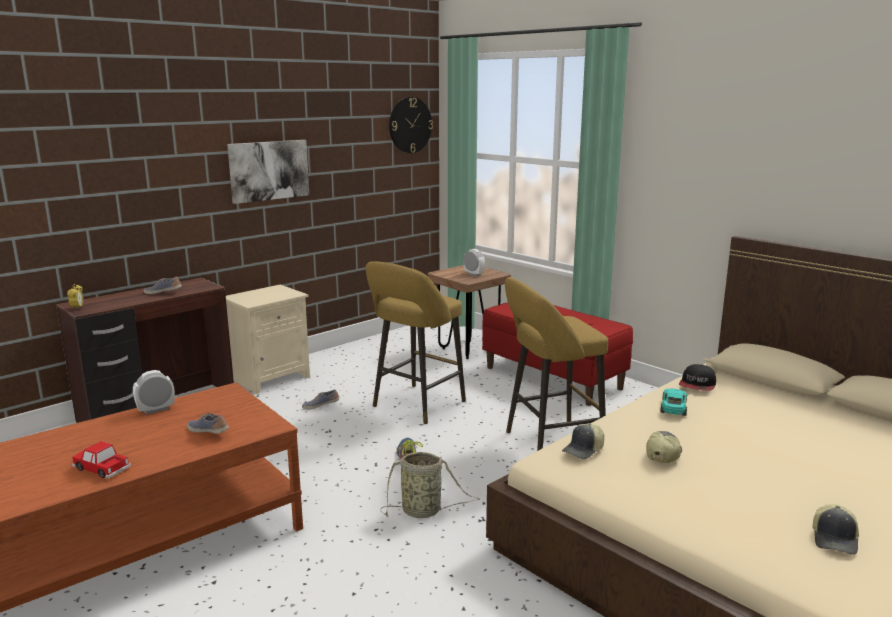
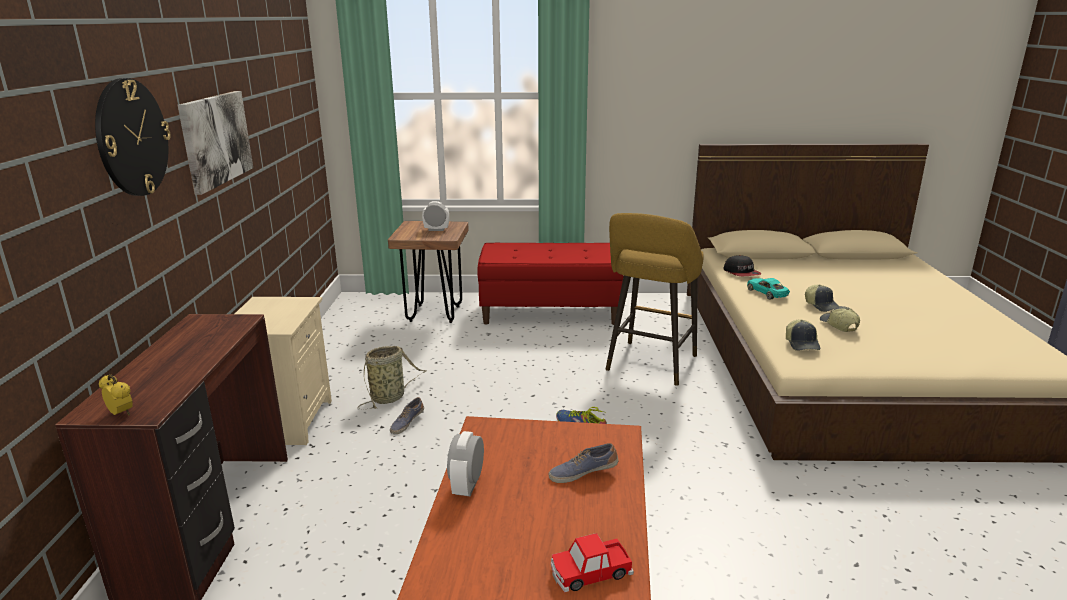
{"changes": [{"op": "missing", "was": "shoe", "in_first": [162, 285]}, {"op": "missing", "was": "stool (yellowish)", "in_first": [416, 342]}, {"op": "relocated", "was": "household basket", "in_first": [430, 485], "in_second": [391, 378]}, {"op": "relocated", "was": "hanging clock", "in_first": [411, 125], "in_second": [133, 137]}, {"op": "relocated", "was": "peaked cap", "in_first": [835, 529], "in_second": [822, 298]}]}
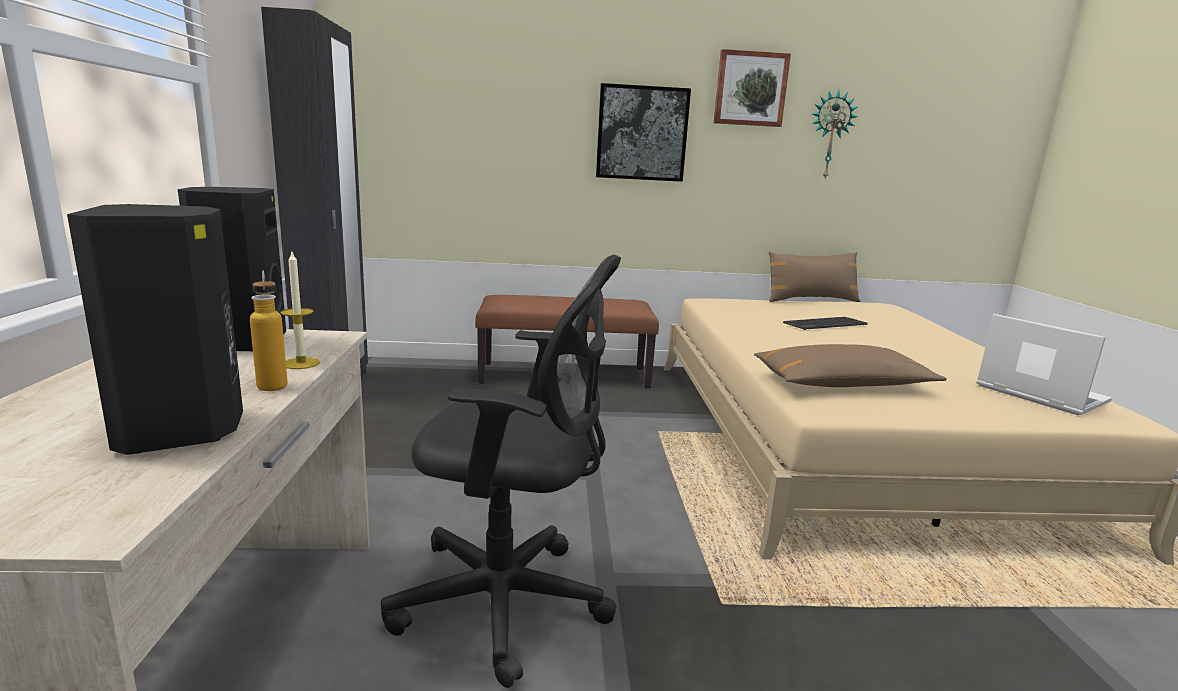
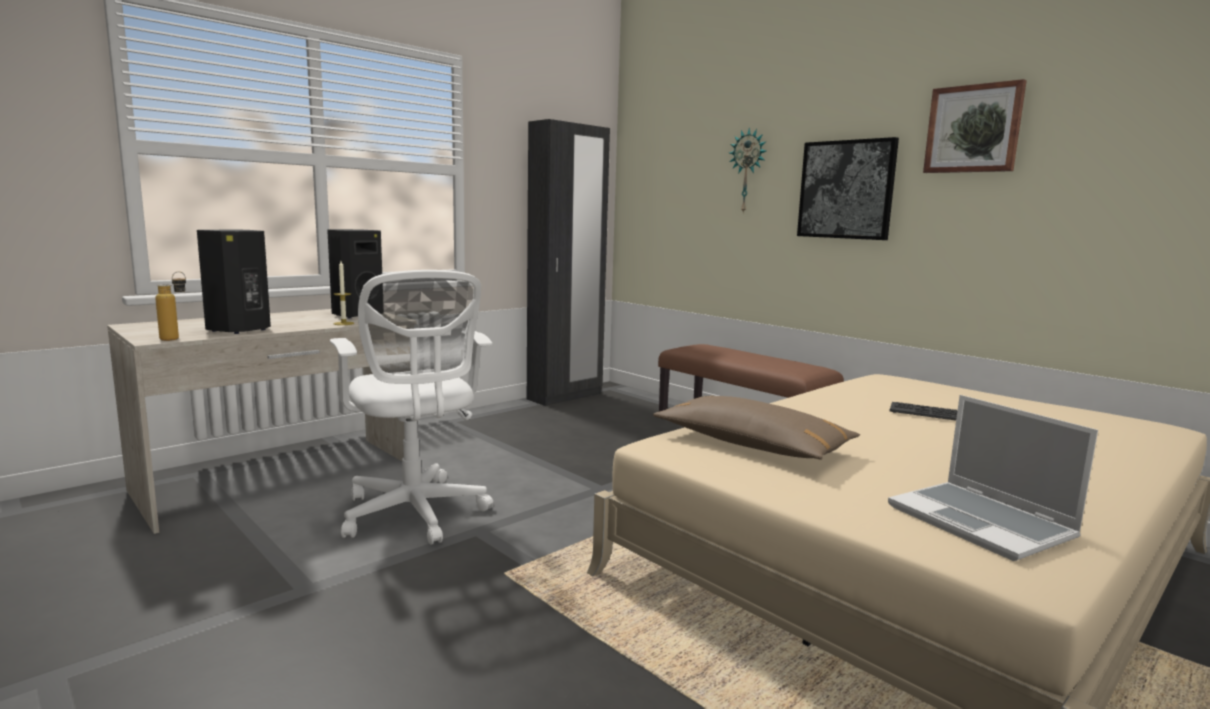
{"changes": [{"op": "relocated", "was": "bottle", "in_first": [268, 331], "in_second": [170, 306]}, {"op": "colour", "was": "desk chair (blackish)", "now": "desk chair (white-coloured)", "in_first": [501, 471], "in_second": [412, 407]}, {"op": "missing", "was": "cushion (brownish)", "in_first": [814, 277]}, {"op": "relocated", "was": "hanging clock", "in_first": [835, 134], "in_second": [748, 170]}, {"op": "spun", "was": "laptop", "in_first": [1044, 364], "in_second": [993, 478], "clockwise": 135}]}
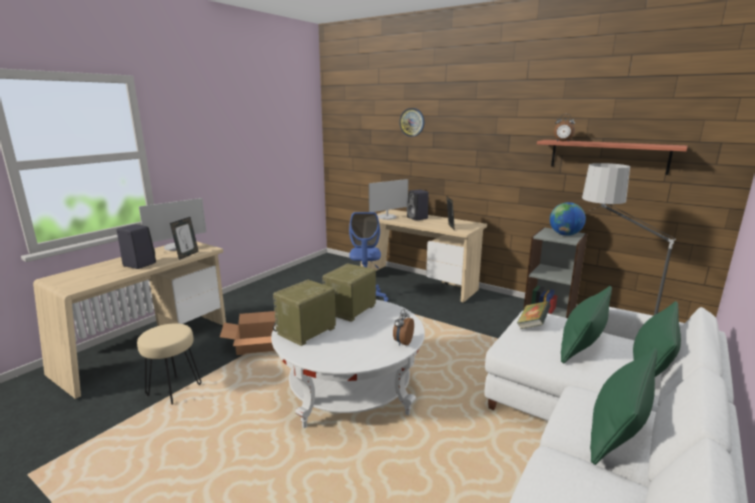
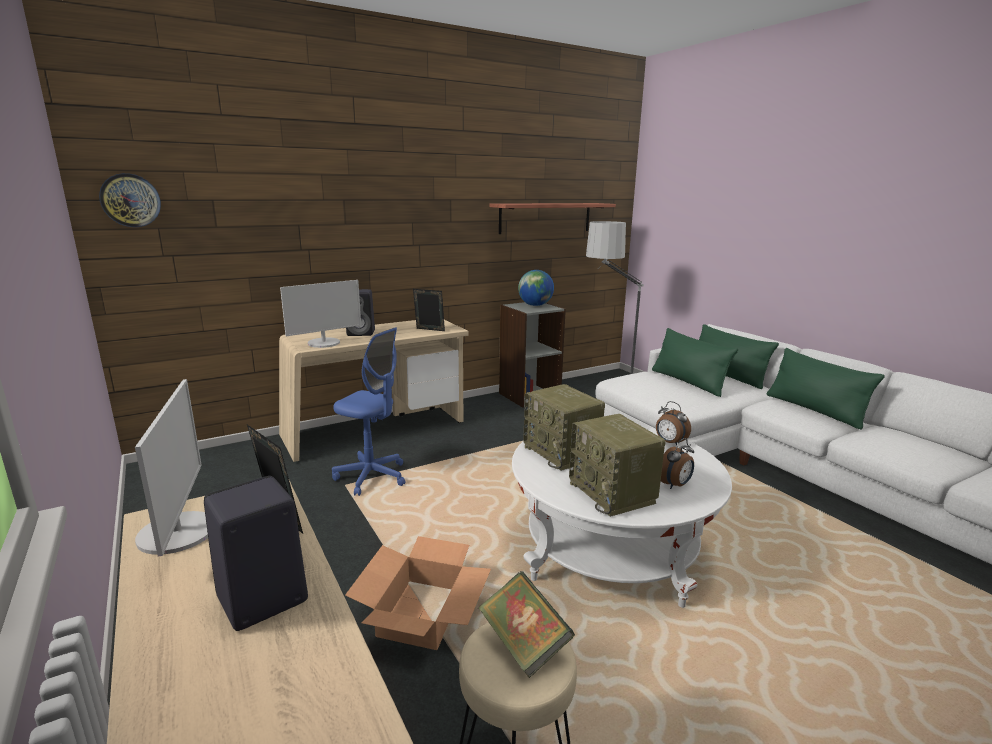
{"changes": [{"op": "spun", "was": "monitor", "in_first": [388, 199], "in_second": [320, 314], "clockwise": 60}, {"op": "relocated", "was": "hanging clock", "in_first": [411, 122], "in_second": [130, 200]}, {"op": "relocated", "was": "bound book", "in_first": [534, 315], "in_second": [526, 624]}, {"op": "relocated", "was": "bedside clock", "in_first": [564, 128], "in_second": [677, 463]}]}
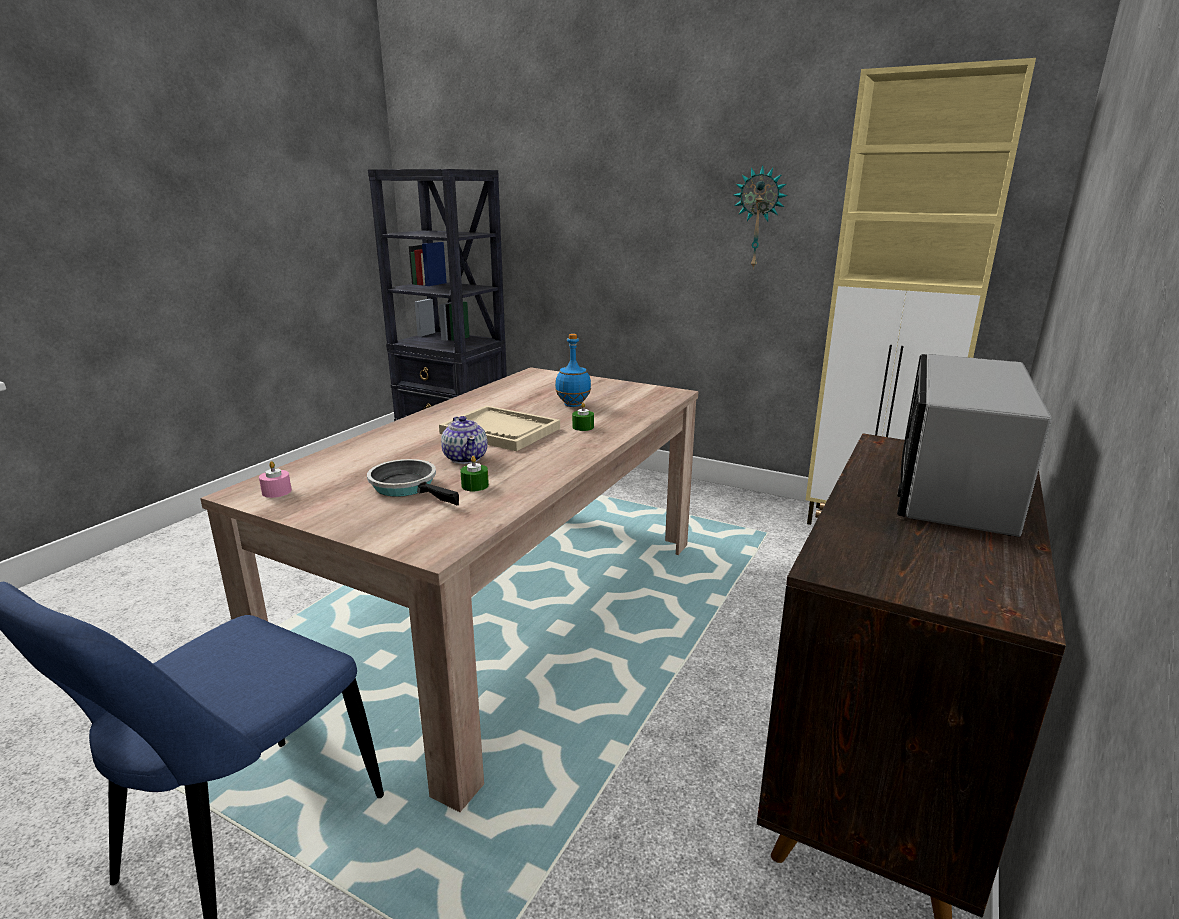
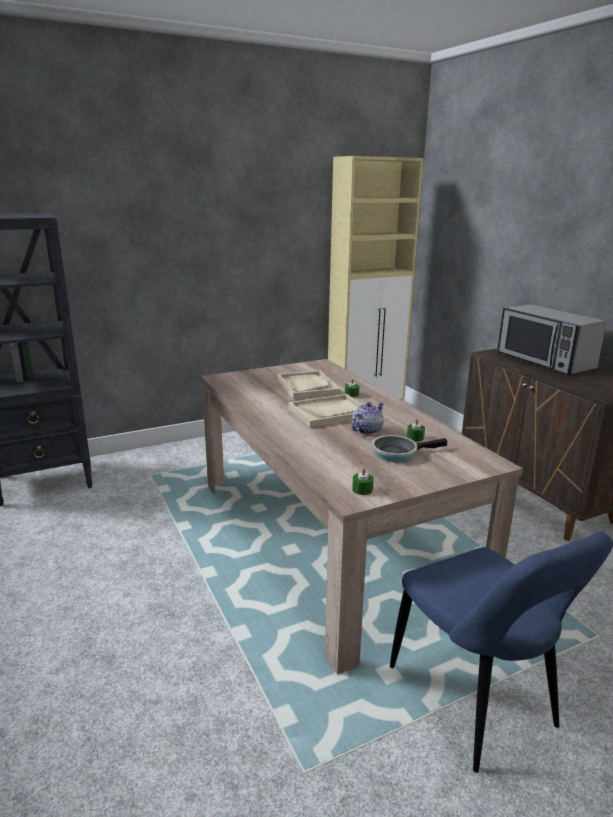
{"changes": [{"op": "colour", "was": "candle (pinkish)", "now": "candle (greenish)", "in_first": [275, 479], "in_second": [363, 481]}, {"op": "spun", "was": "pot for tea", "in_first": [464, 440], "in_second": [367, 418], "clockwise": -60}, {"op": "exchanged", "was": "bottle (blue)", "now": "tray (beige-coloured)", "in_first": [573, 370], "in_second": [308, 384]}, {"op": "missing", "was": "hanging clock", "in_first": [761, 217]}]}
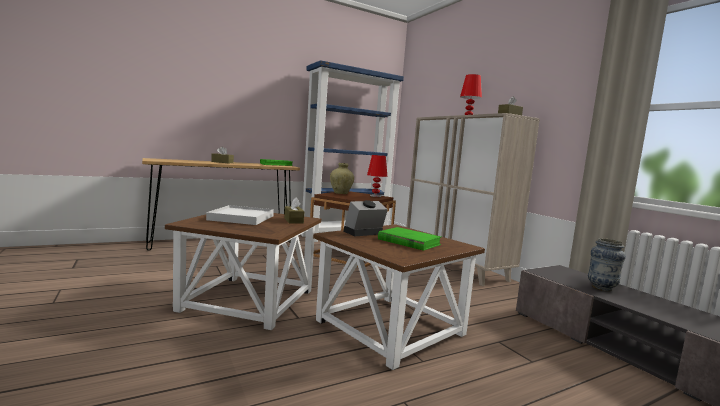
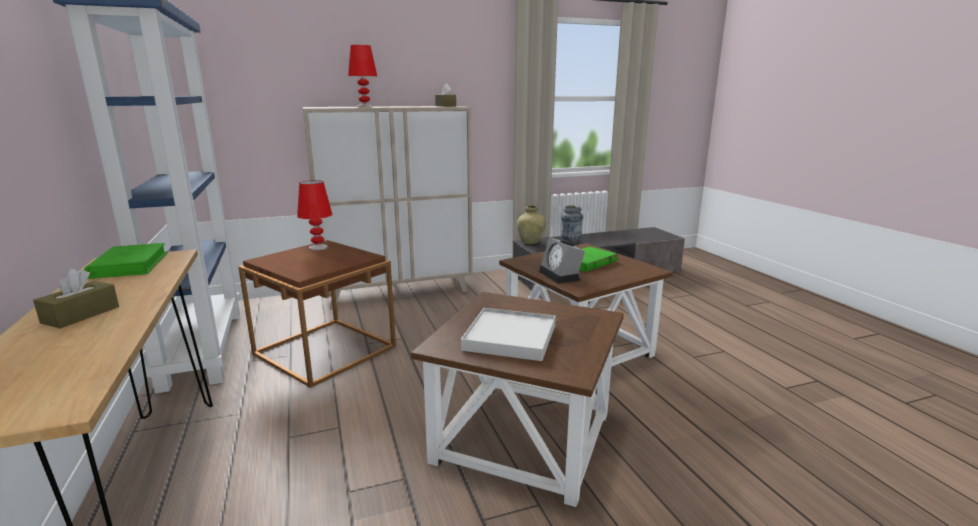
{"changes": [{"op": "missing", "was": "tissue box (brownish)", "in_first": [294, 210]}, {"op": "relocated", "was": "decorative vase (beige-coloured)", "in_first": [342, 178], "in_second": [531, 225]}]}
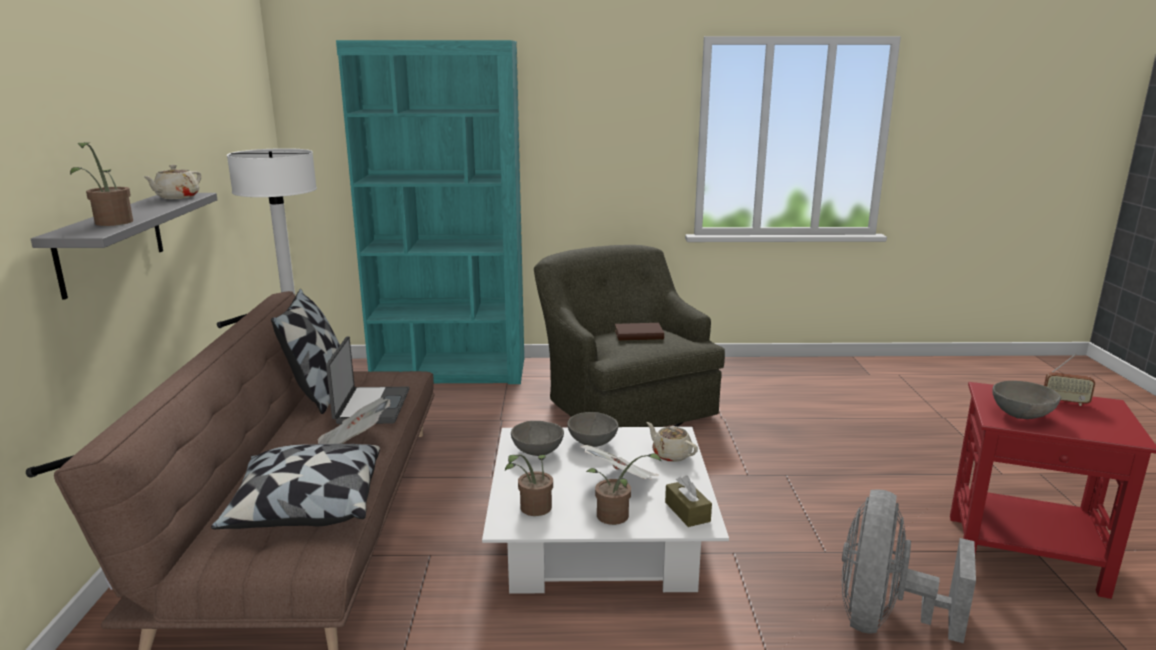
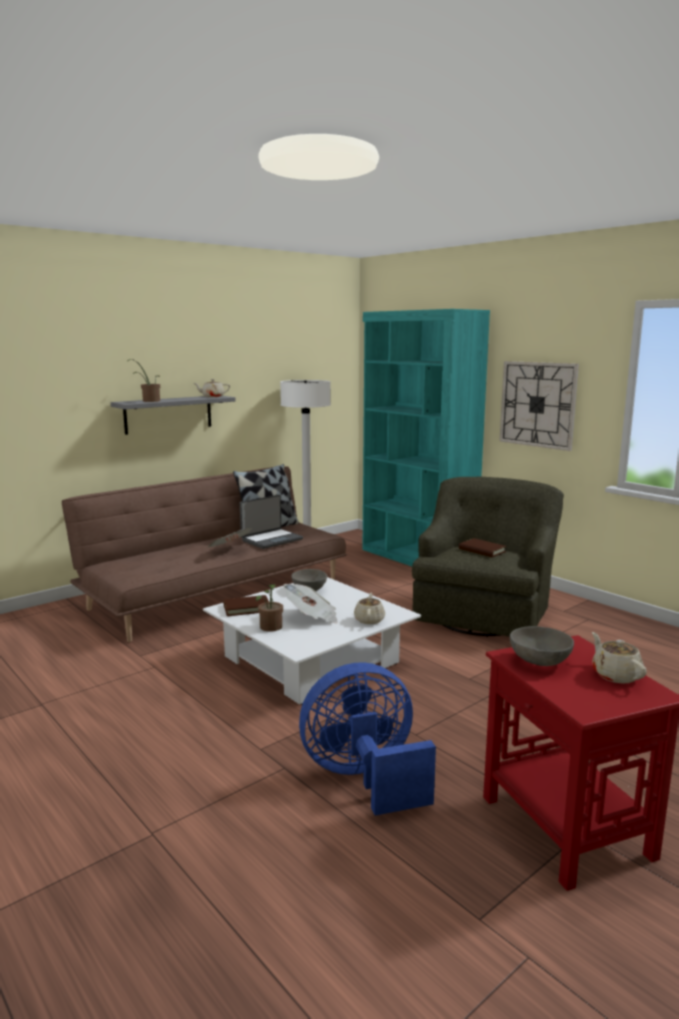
{"changes": [{"op": "missing", "was": "cushion", "in_first": [295, 487]}, {"op": "exchanged", "was": "plant in a pot", "now": "bound book (brownish)", "in_first": [529, 485], "in_second": [246, 605]}, {"op": "missing", "was": "deep dish (greyish)", "in_first": [592, 429]}, {"op": "missing", "was": "tissue box (brownish)", "in_first": [688, 501]}, {"op": "colour", "was": "fan (greyish)", "now": "fan (blue)", "in_first": [909, 566], "in_second": [367, 739]}, {"op": "exchanged", "was": "radio receiver", "now": "pot for tea (beige-coloured)", "in_first": [1069, 380], "in_second": [619, 658]}, {"op": "appeared", "now": "hanging clock", "in_second": [539, 406]}]}
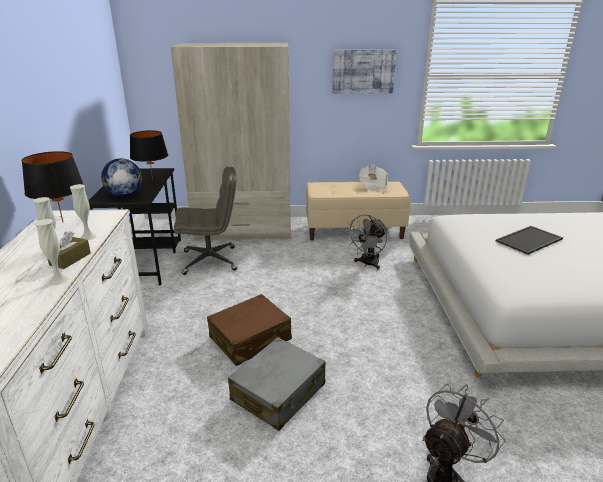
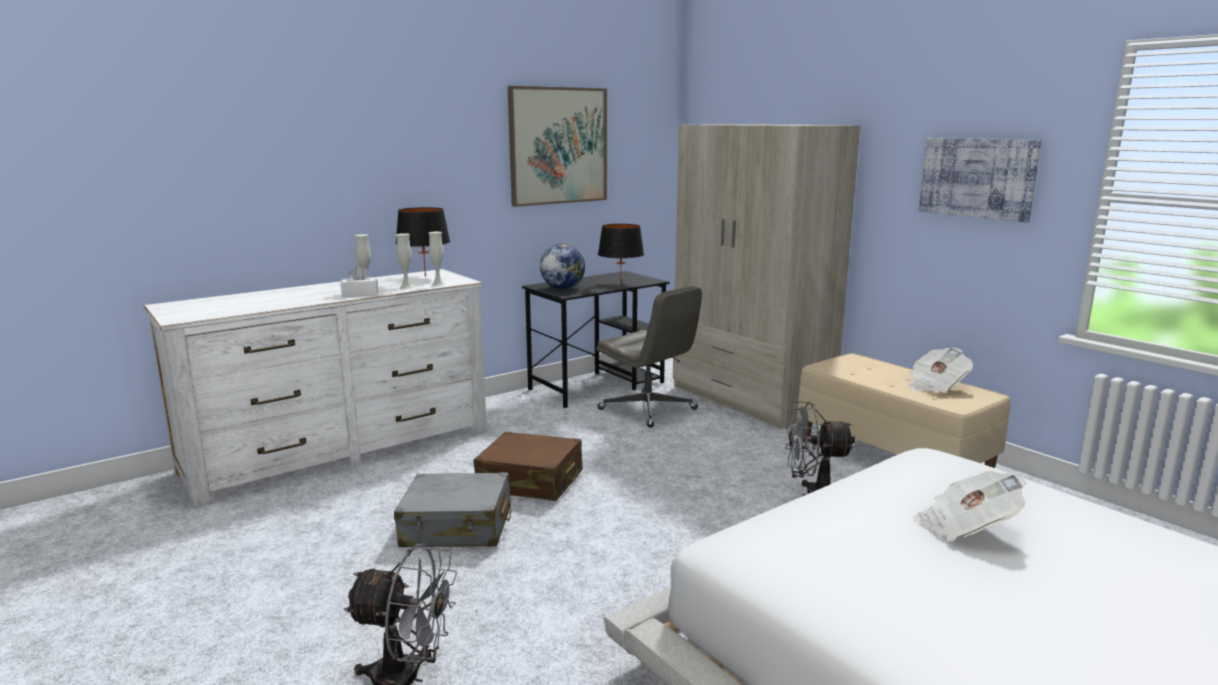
{"changes": [{"op": "relocated", "was": "decorative vase (white-coloured)", "in_first": [52, 252], "in_second": [437, 259]}, {"op": "colour", "was": "tissue box (brownish)", "now": "tissue box (white-coloured)", "in_first": [69, 250], "in_second": [359, 281]}, {"op": "exchanged", "was": "tray", "now": "newspaper", "in_first": [529, 240], "in_second": [969, 506]}, {"op": "appeared", "now": "wall picture", "in_second": [557, 146]}]}
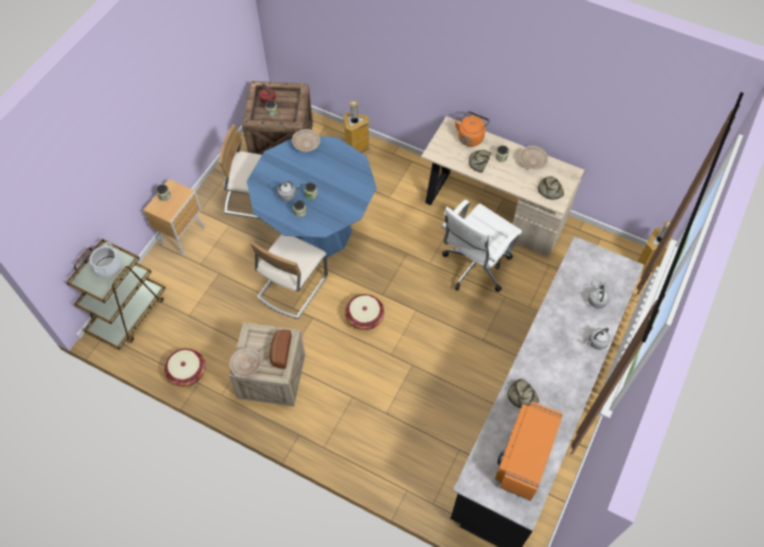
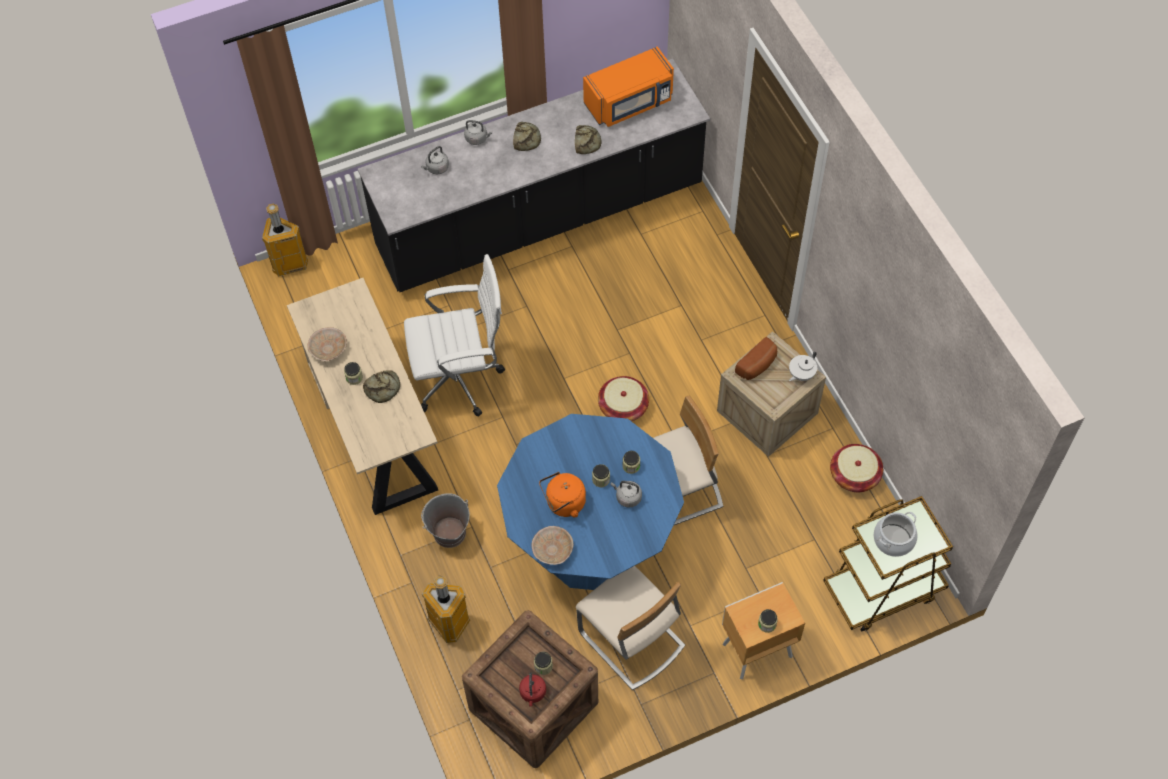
{"changes": [{"op": "exchanged", "was": "deep dish (beige-coloured)", "now": "pot for tea (white-coloured)", "in_first": [245, 362], "in_second": [803, 366]}, {"op": "relocated", "was": "water kettle (orange)", "in_first": [472, 129], "in_second": [562, 494]}, {"op": "relocated", "was": "bakery bread", "in_first": [551, 188], "in_second": [527, 136]}, {"op": "appeared", "now": "bucket (greyish)", "in_second": [445, 520]}]}
